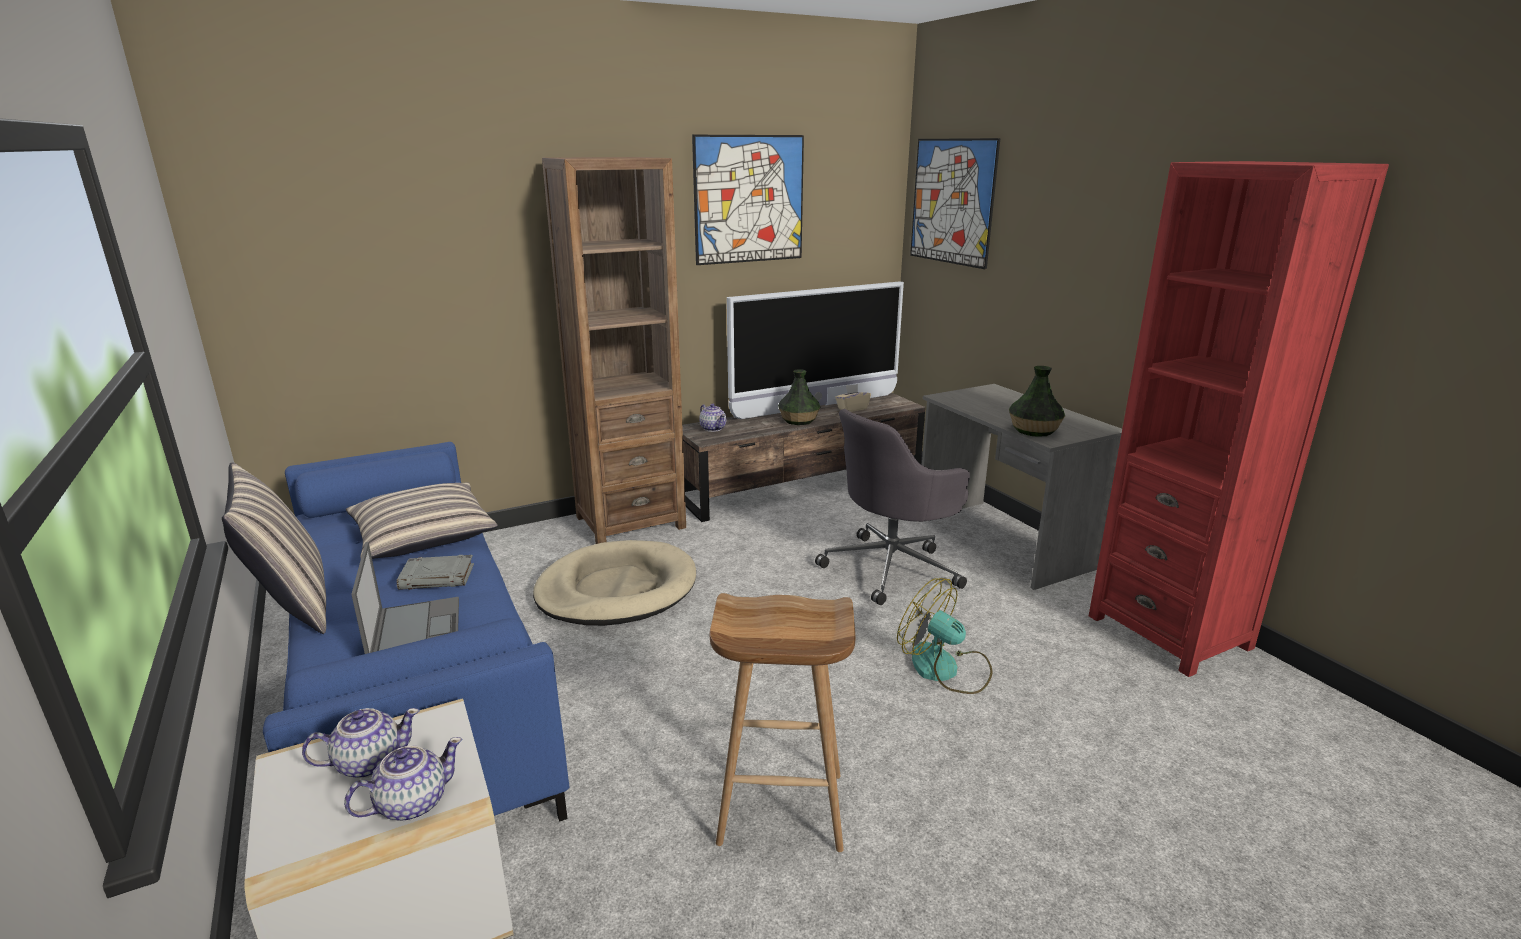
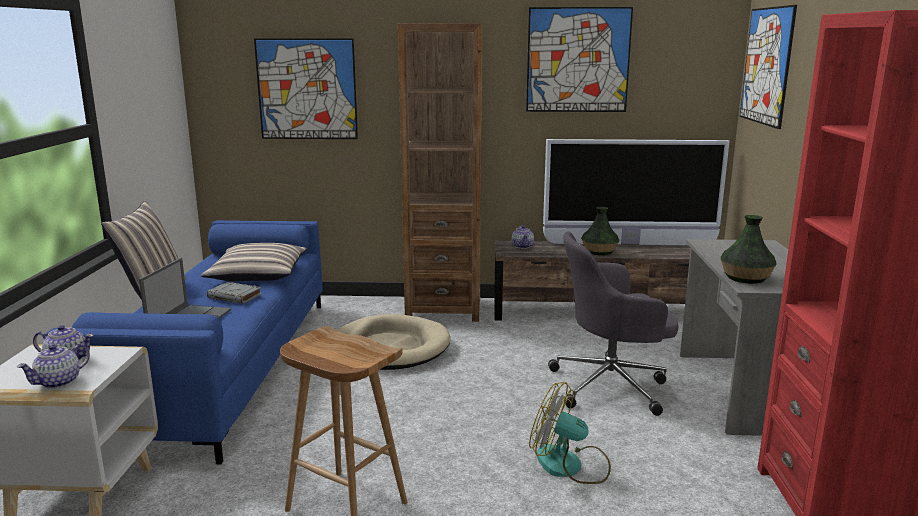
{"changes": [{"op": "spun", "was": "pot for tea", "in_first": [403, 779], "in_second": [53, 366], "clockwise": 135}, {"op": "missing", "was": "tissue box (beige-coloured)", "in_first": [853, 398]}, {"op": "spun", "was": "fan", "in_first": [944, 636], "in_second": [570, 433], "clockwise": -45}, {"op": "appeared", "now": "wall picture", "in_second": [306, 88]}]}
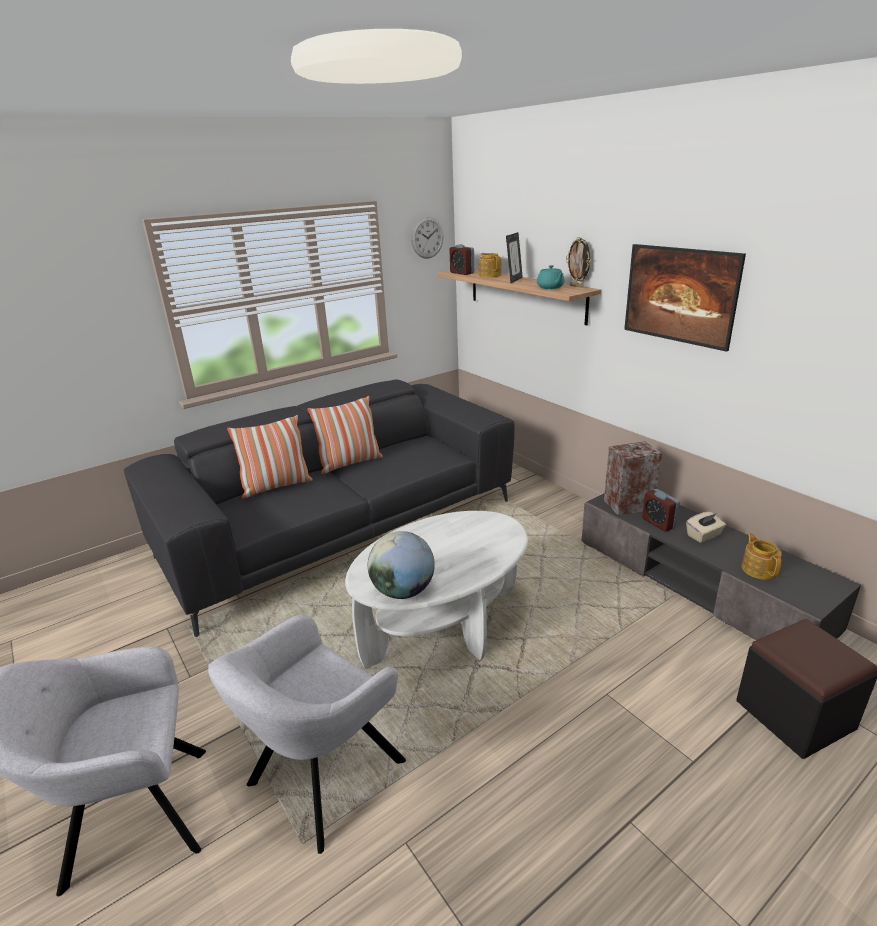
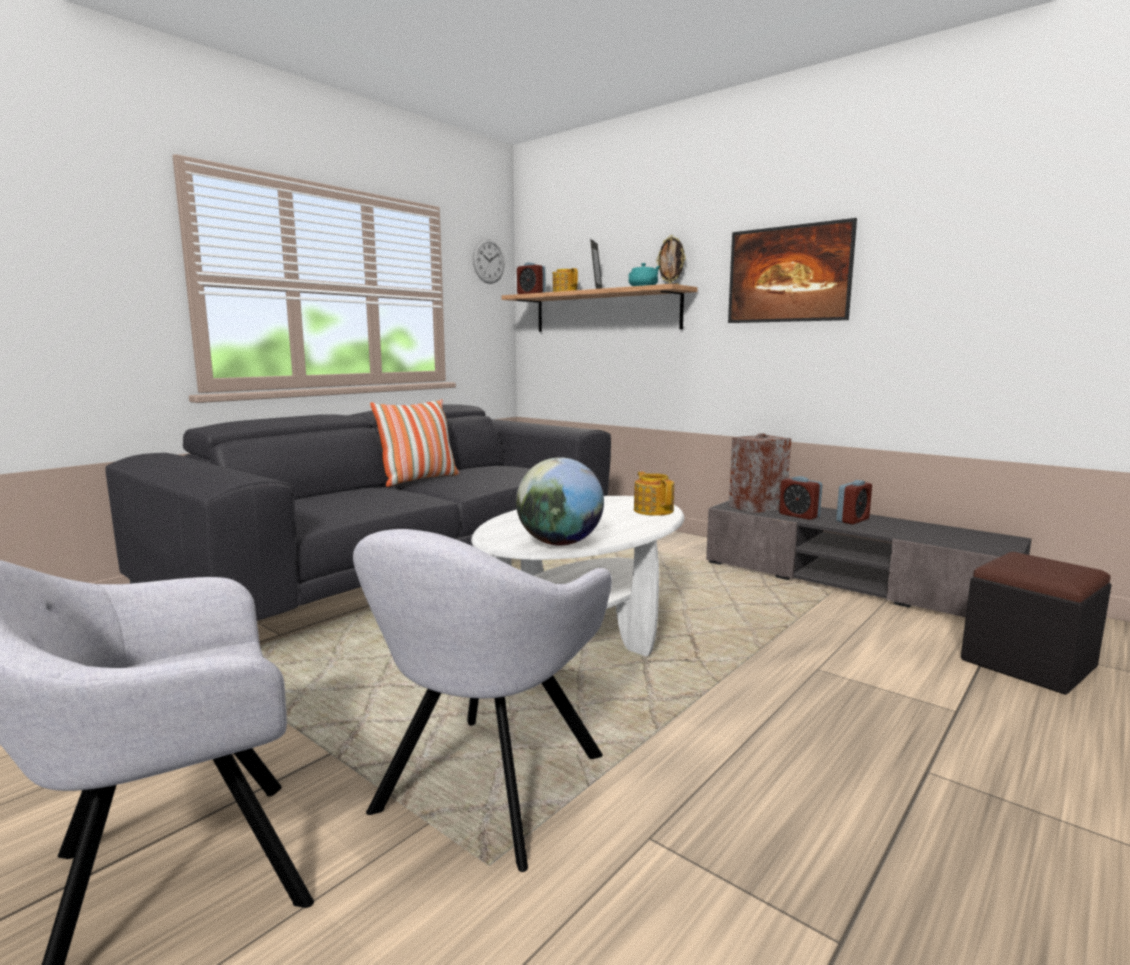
{"changes": [{"op": "missing", "was": "cushion", "in_first": [270, 457]}, {"op": "exchanged", "was": "tissue box (beige-coloured)", "now": "bedside clock", "in_first": [706, 527], "in_second": [854, 502]}, {"op": "relocated", "was": "pot for tea", "in_first": [762, 556], "in_second": [654, 493]}]}
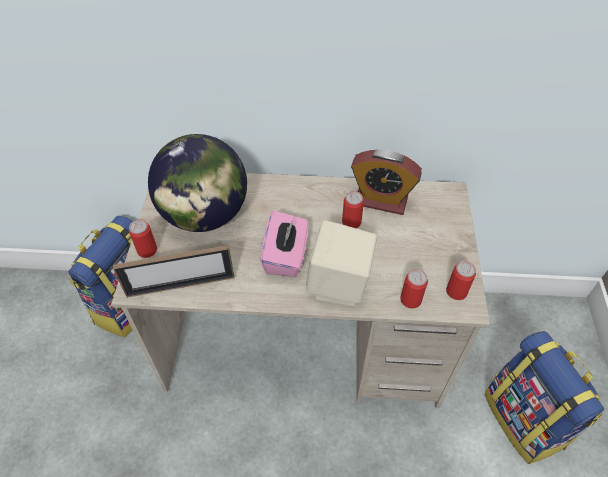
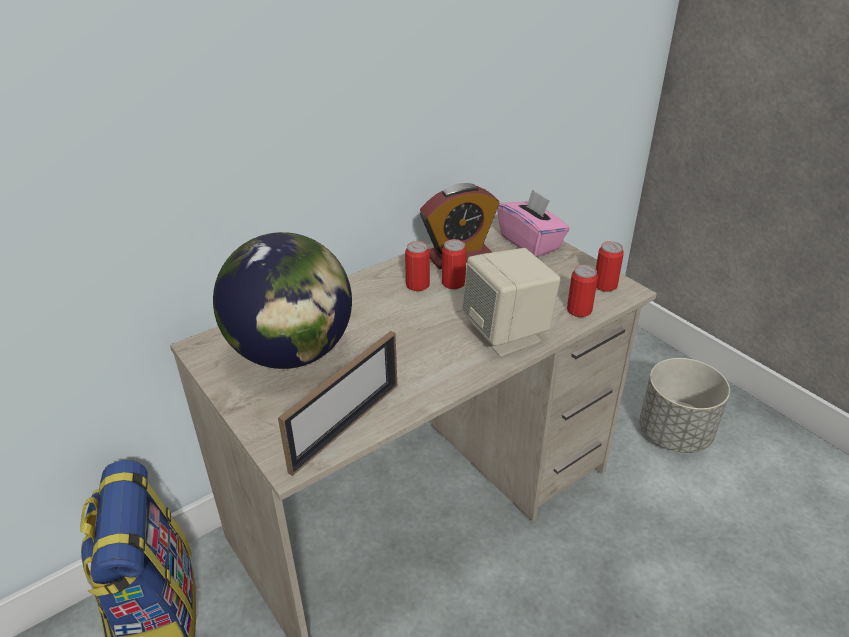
{"changes": [{"op": "relocated", "was": "metal can", "in_first": [143, 238], "in_second": [417, 266]}, {"op": "relocated", "was": "tissue box (pinkish)", "in_first": [284, 244], "in_second": [533, 223]}, {"op": "exchanged", "was": "knapsack", "now": "flower pot (greyish)", "in_first": [544, 397], "in_second": [685, 405]}]}
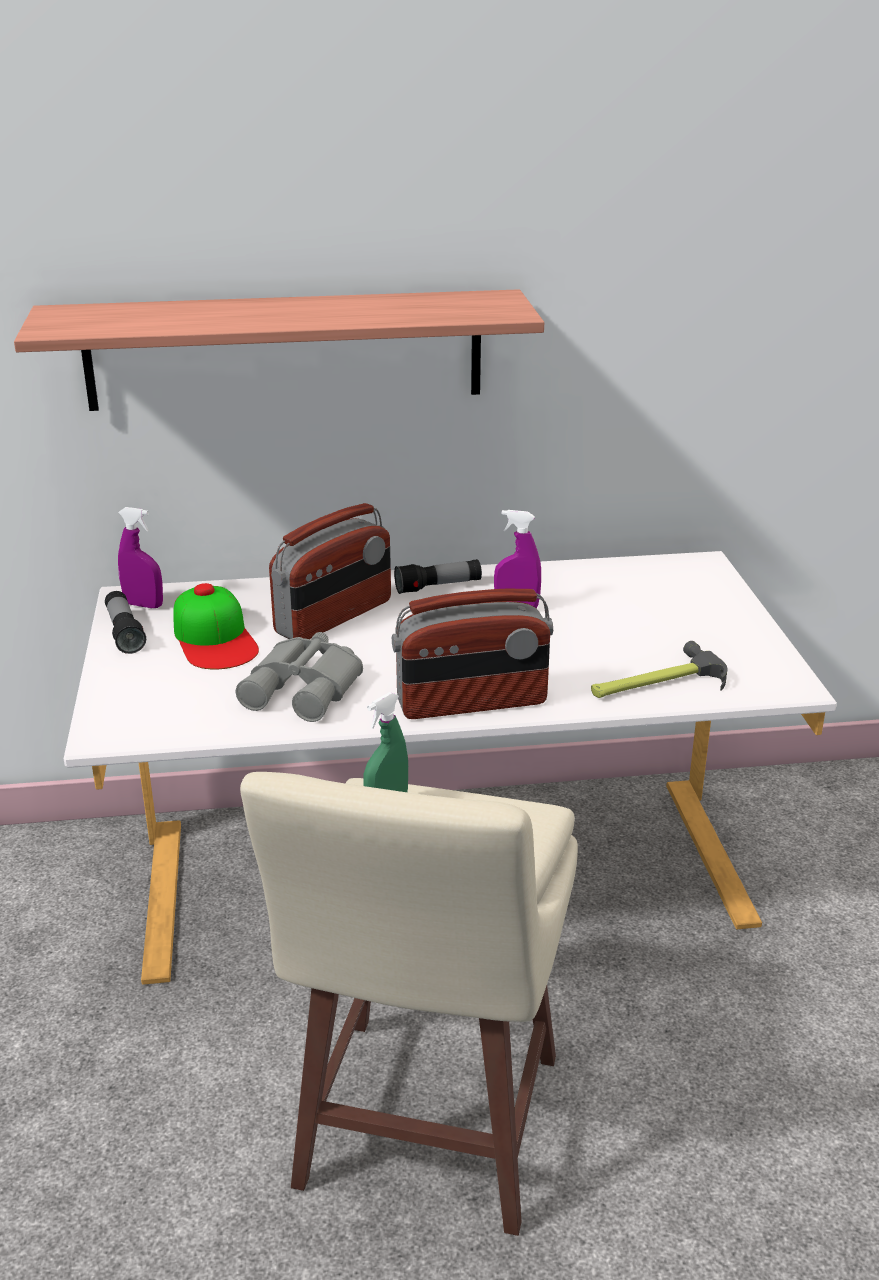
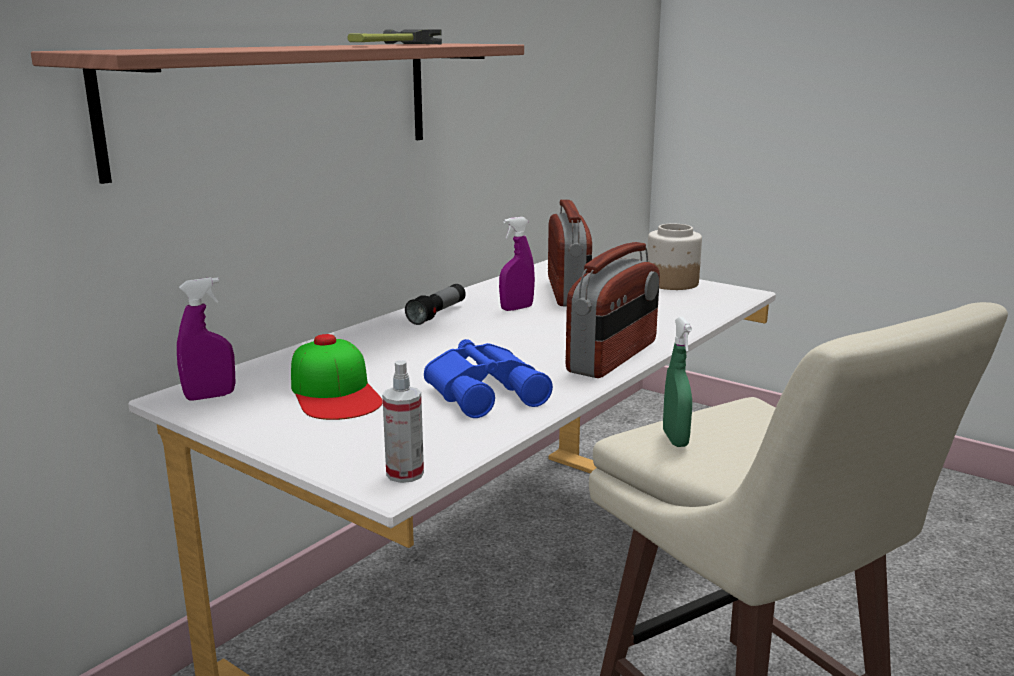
{"changes": [{"op": "missing", "was": "hand torch", "in_first": [125, 622]}, {"op": "spun", "was": "peaked cap", "in_first": [216, 626], "in_second": [336, 377], "clockwise": 45}, {"op": "colour", "was": "binoculars (greyish)", "now": "binoculars (blue)", "in_first": [299, 677], "in_second": [488, 378]}, {"op": "relocated", "was": "radio receiver", "in_first": [330, 571], "in_second": [570, 252]}, {"op": "relocated", "was": "tool hammer", "in_first": [659, 669], "in_second": [394, 36]}, {"op": "appeared", "now": "hand sprayer", "in_second": [403, 421]}, {"op": "appeared", "now": "preserve jar", "in_second": [674, 257]}]}
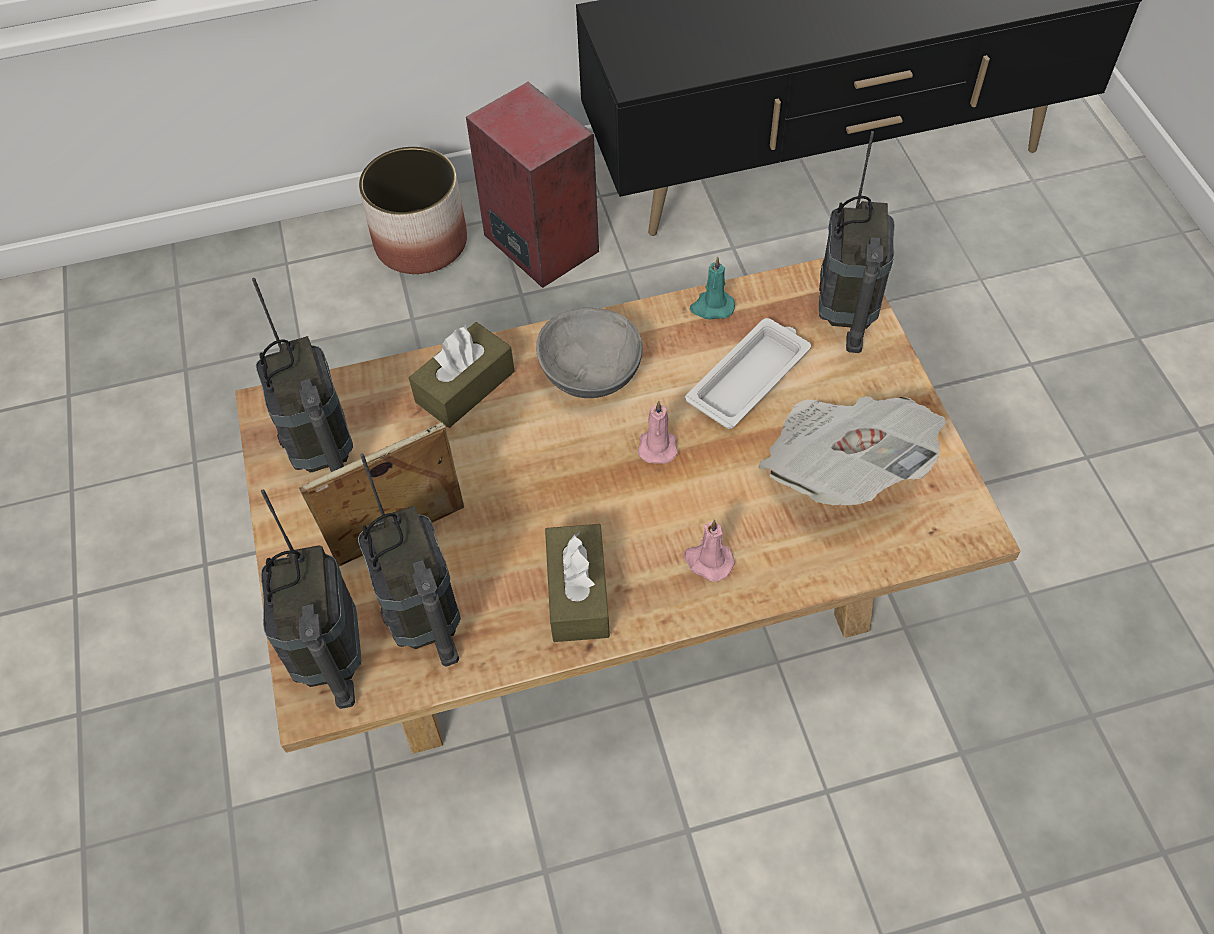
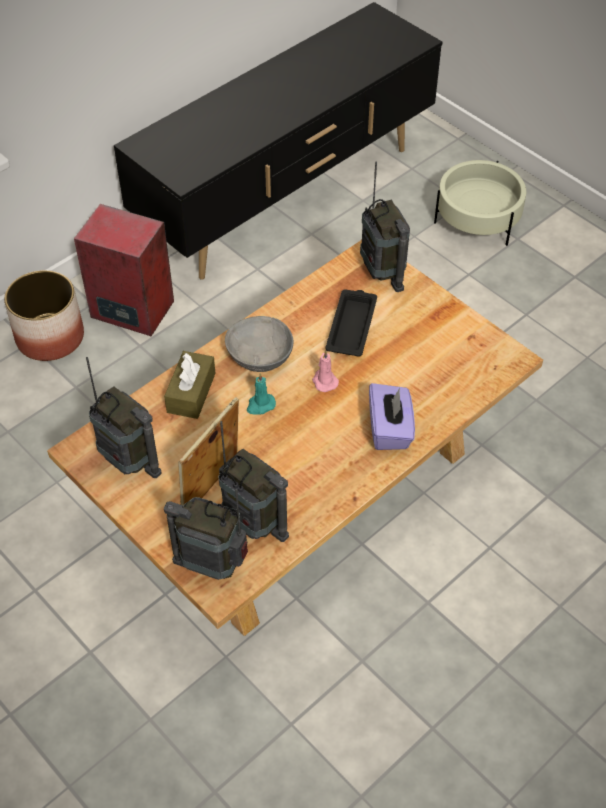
{"changes": [{"op": "spun", "was": "radio receiver", "in_first": [311, 599], "in_second": [206, 534], "clockwise": 150}, {"op": "missing", "was": "tissue box (brownish)", "in_first": [577, 583]}, {"op": "exchanged", "was": "candle (pinkish)", "now": "tissue box (purple)", "in_first": [709, 551], "in_second": [392, 416]}, {"op": "colour", "was": "tray (white-coloured)", "now": "tray (blackish)", "in_first": [748, 373], "in_second": [351, 323]}, {"op": "relocated", "was": "candle (blue-green)", "in_first": [712, 288], "in_second": [261, 394]}, {"op": "missing", "was": "newspaper", "in_first": [852, 450]}, {"op": "appeared", "now": "flower pot (beige-coloured)", "in_second": [480, 203]}]}
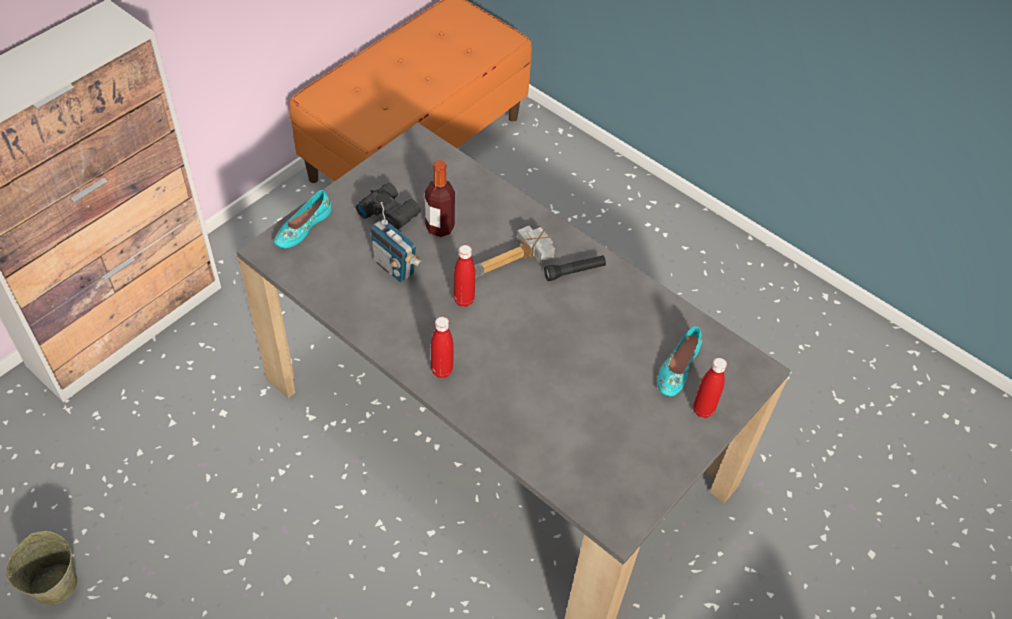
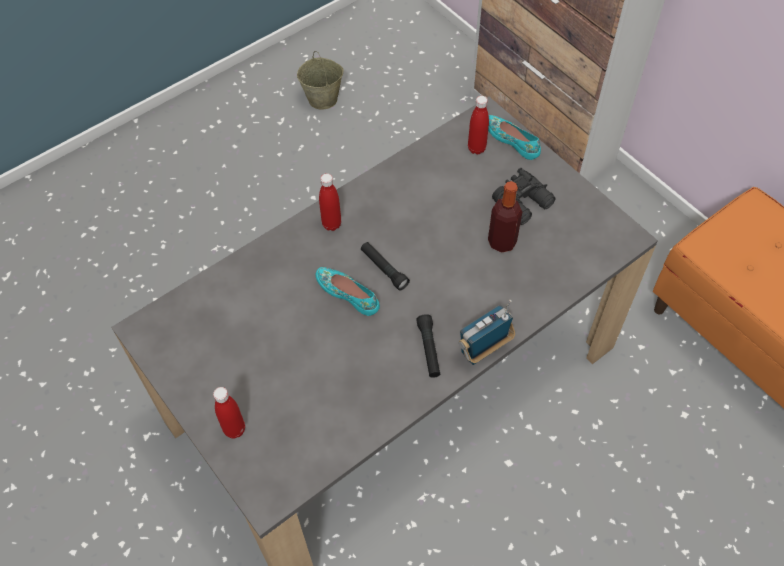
{"changes": [{"op": "relocated", "was": "radio receiver", "in_first": [396, 242], "in_second": [487, 332]}, {"op": "relocated", "was": "bottle (red-coloured)", "in_first": [464, 276], "in_second": [478, 125]}, {"op": "missing", "was": "tool hammer", "in_first": [514, 251]}, {"op": "relocated", "was": "shoe (blue-green)", "in_first": [680, 361], "in_second": [348, 291]}, {"op": "appeared", "now": "hand torch (blackish)", "in_second": [385, 266]}]}
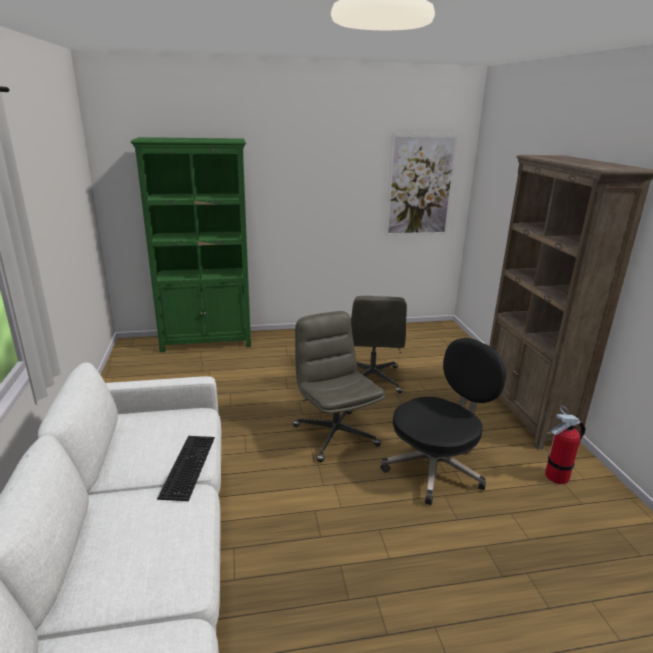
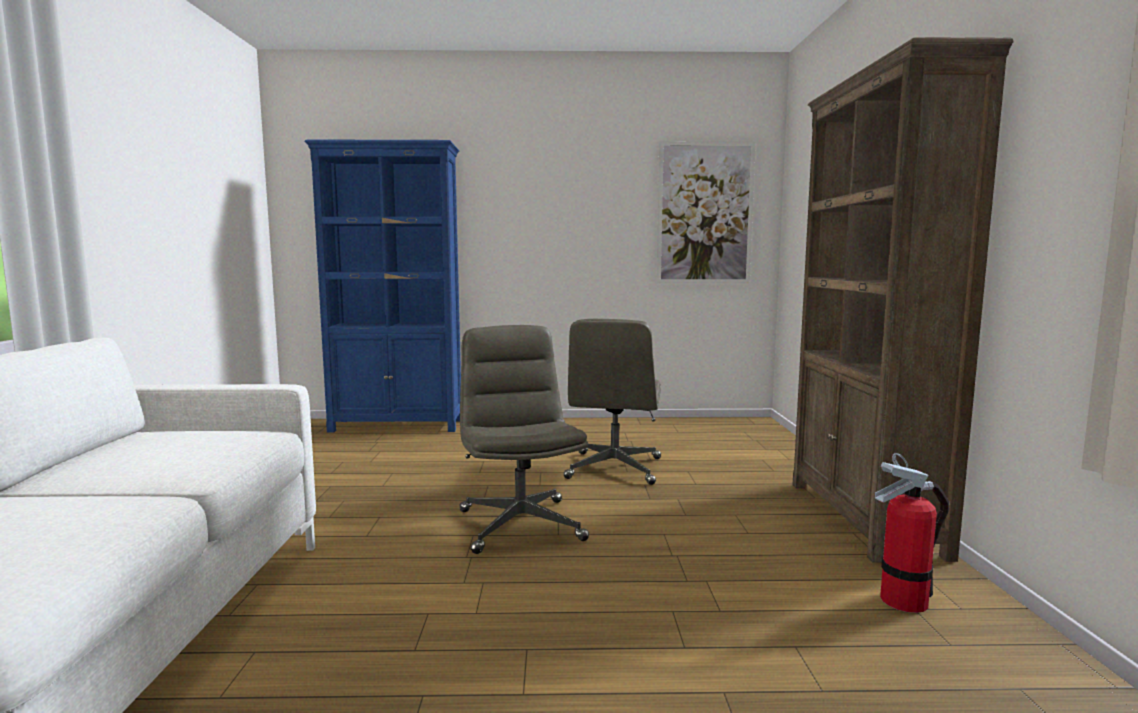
{"changes": [{"op": "colour", "was": "bookcase (greenish)", "now": "bookcase (blue)", "in_first": [190, 244], "in_second": [383, 286]}, {"op": "missing", "was": "computer keyboard", "in_first": [186, 468]}, {"op": "missing", "was": "desk chair (blackish)", "in_first": [443, 421]}]}
